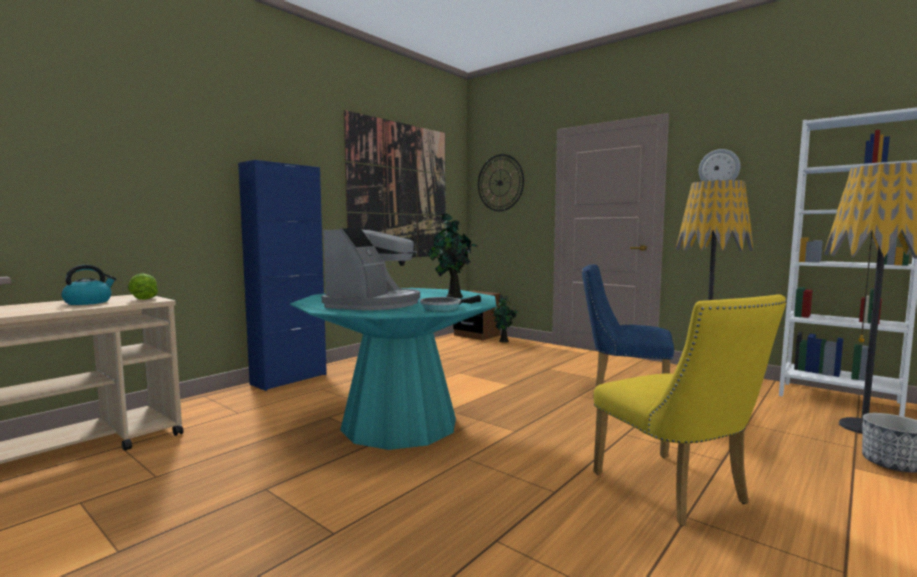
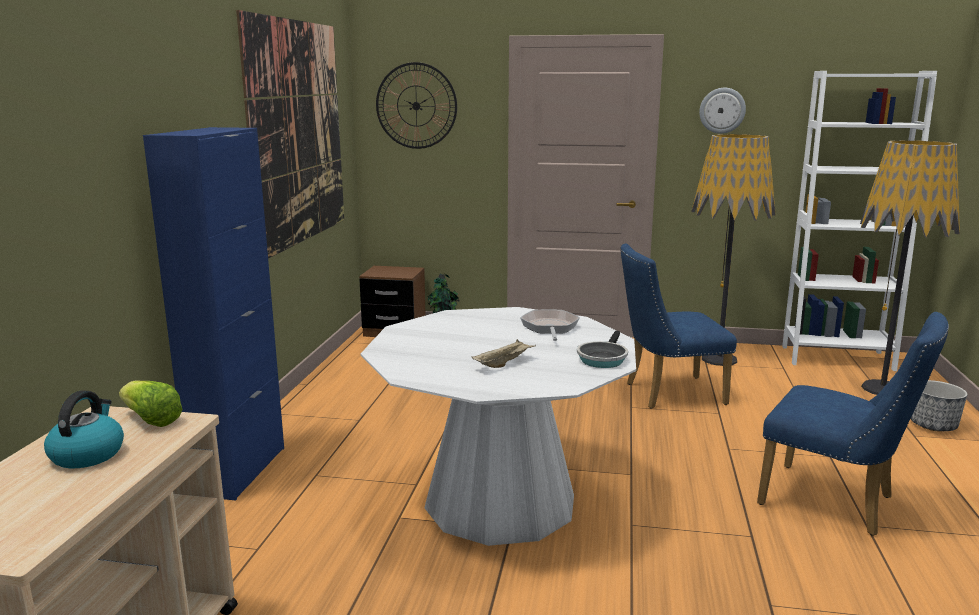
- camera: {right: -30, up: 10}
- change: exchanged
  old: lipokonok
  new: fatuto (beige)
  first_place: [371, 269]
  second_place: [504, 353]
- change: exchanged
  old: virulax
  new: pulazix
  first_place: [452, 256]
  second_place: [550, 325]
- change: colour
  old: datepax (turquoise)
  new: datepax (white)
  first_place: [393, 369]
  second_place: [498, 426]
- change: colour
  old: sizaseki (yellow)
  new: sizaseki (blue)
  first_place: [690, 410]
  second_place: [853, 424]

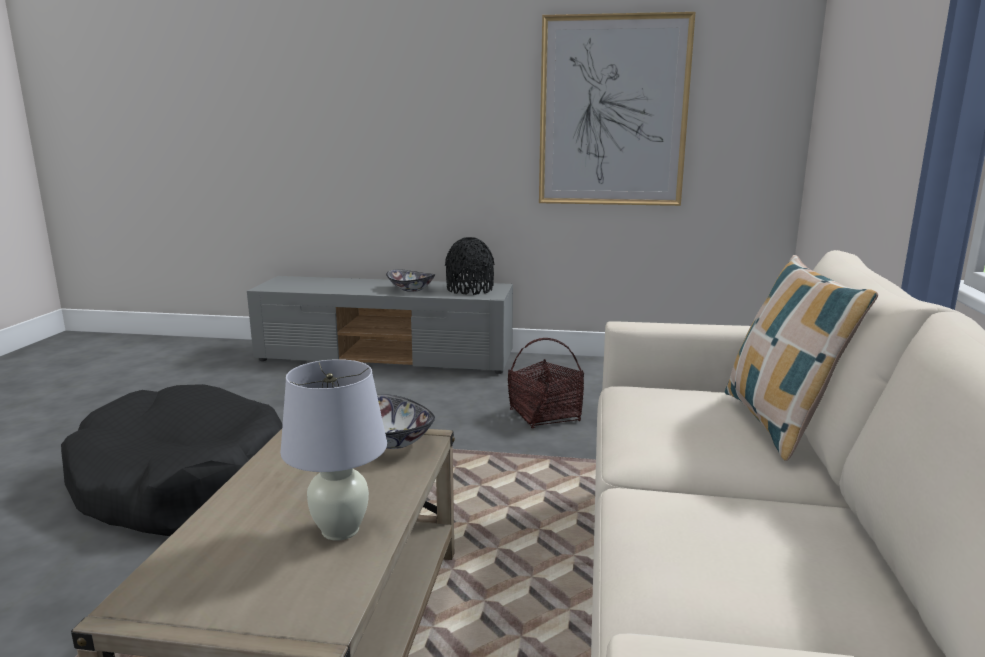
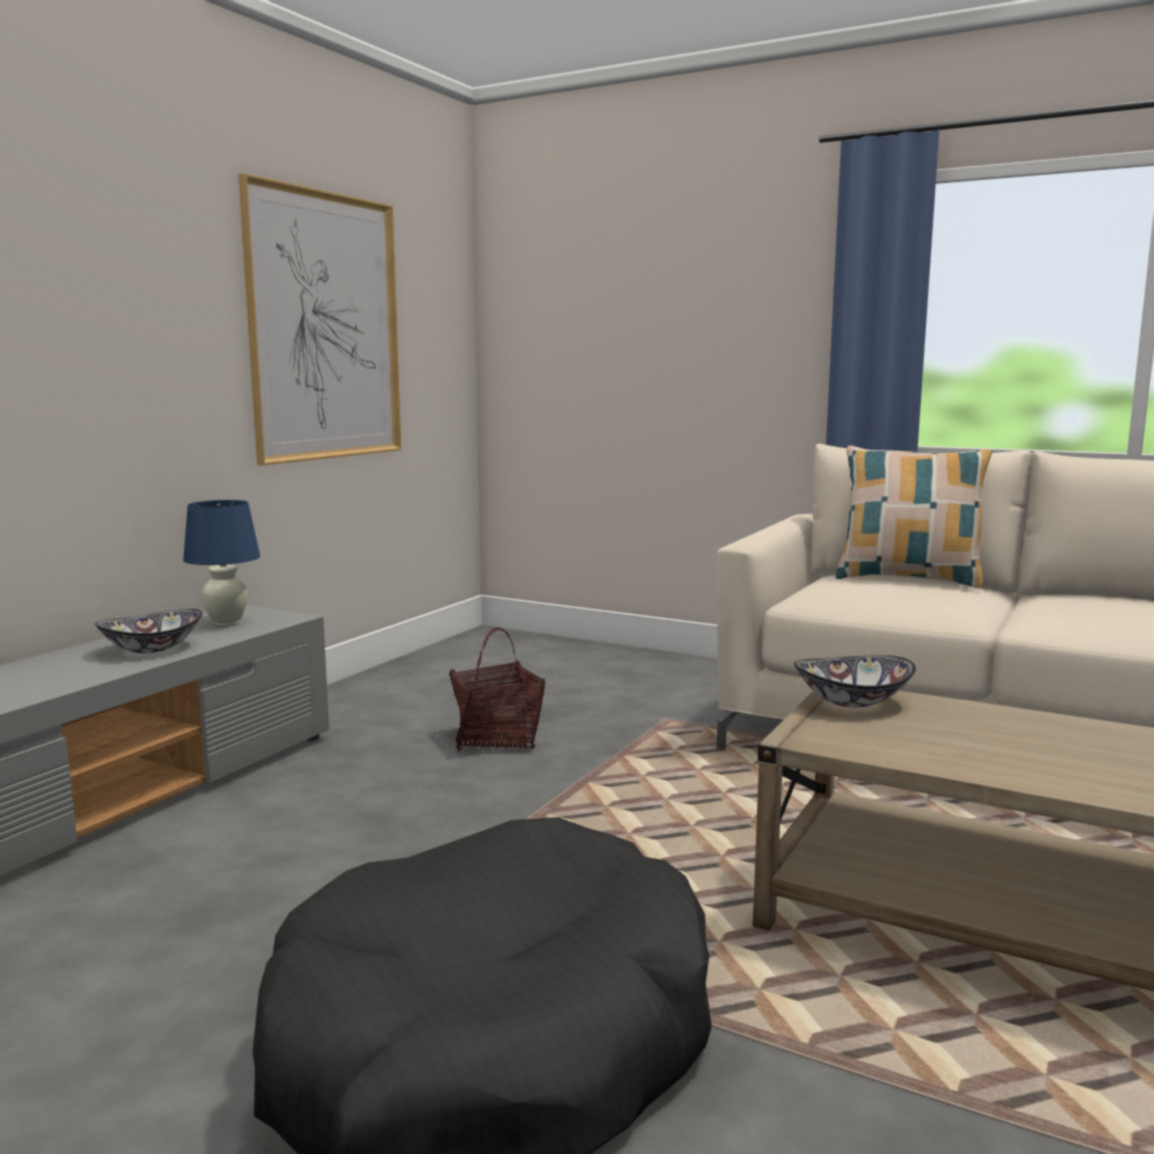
- camera: {right: -70, up: -5}
- change: missing
  old: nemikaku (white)
  first_place: [333, 450]
- change: exchanged
  old: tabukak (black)
  new: nemikaku (blue)
  first_place: [470, 266]
  second_place: [221, 563]

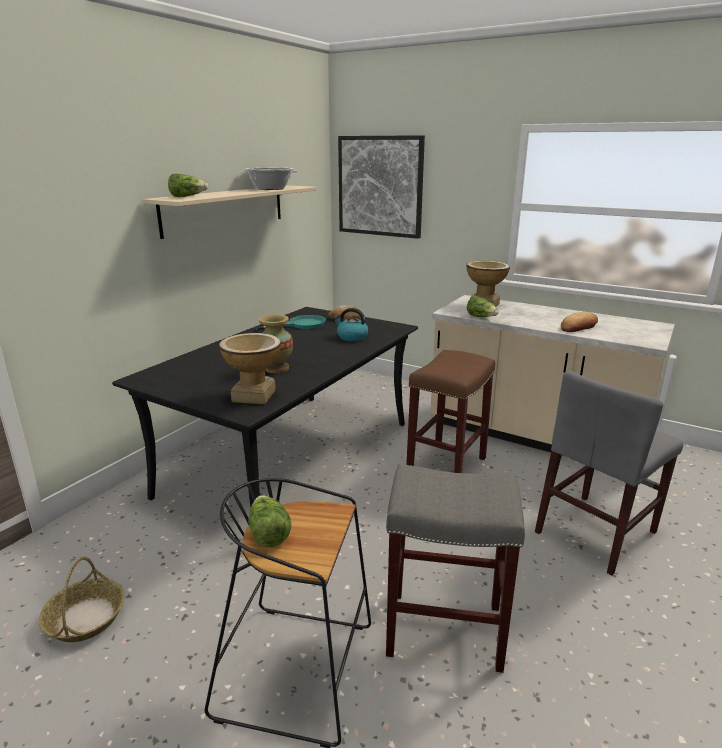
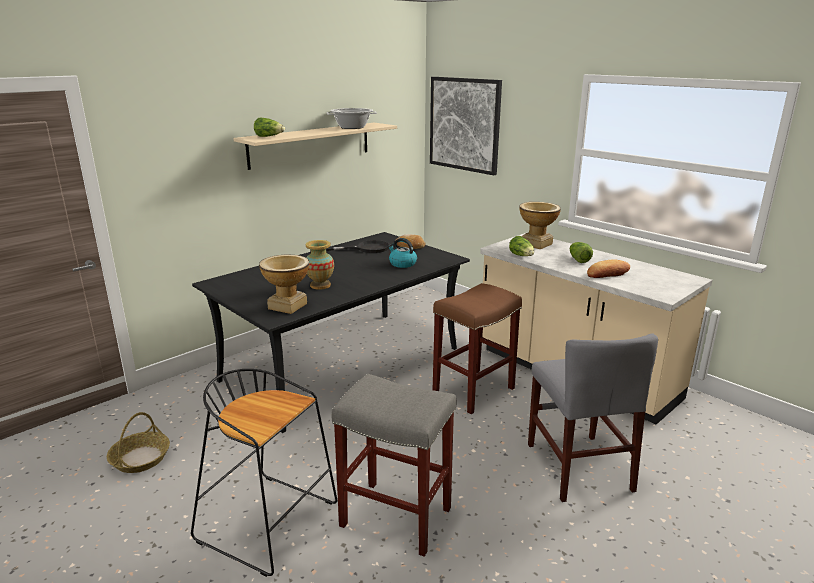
- camera: {right: 15, up: 0}
- change: relocated
  old: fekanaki
  first_place: [269, 521]
  second_place: [581, 252]
- change: colour
  old: pulazix (turquoise)
  new: pulazix (black)
  first_place: [290, 323]
  second_place: [358, 246]
- change: spun
  old: sizaseki (grey)
  first_place: [609, 472]
  second_place: [593, 418]
  degrees: -75

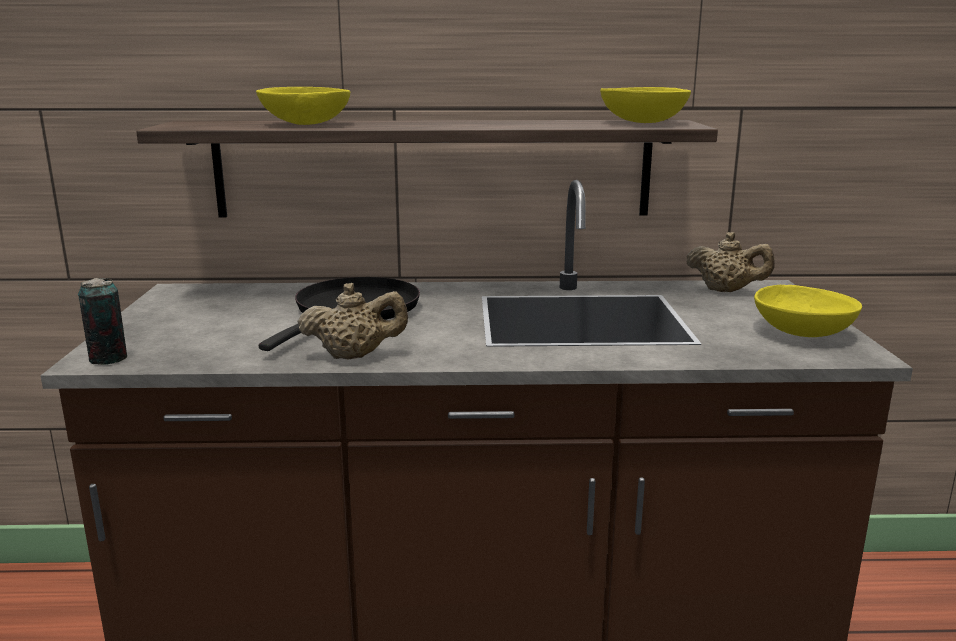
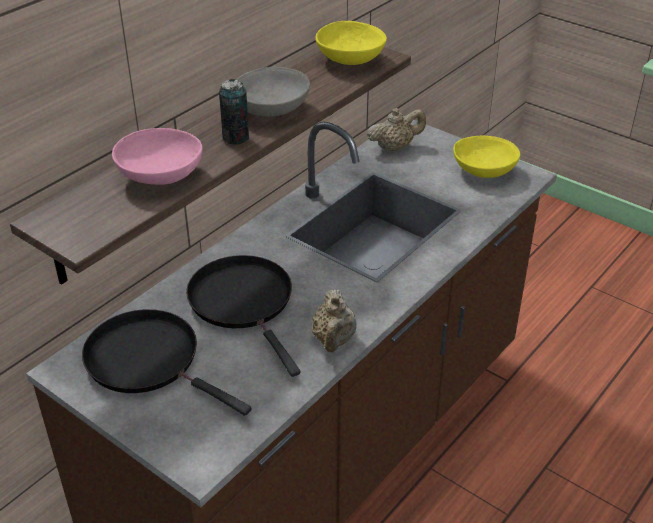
- camera: {right: -50, up: 20}
- change: appeared
  new: pulazix (black)
  second_place: [166, 362]
- change: appeared
  new: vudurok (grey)
  second_place: [273, 92]
- change: relocated
  old: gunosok
  first_place: [102, 321]
  second_place: [234, 112]
- change: colour
  old: vudurok (yellow)
  new: vudurok (pink)
  first_place: [303, 106]
  second_place: [157, 156]
- change: spun
  old: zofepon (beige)
  first_place: [352, 321]
  second_place: [334, 320]
  degrees: 150

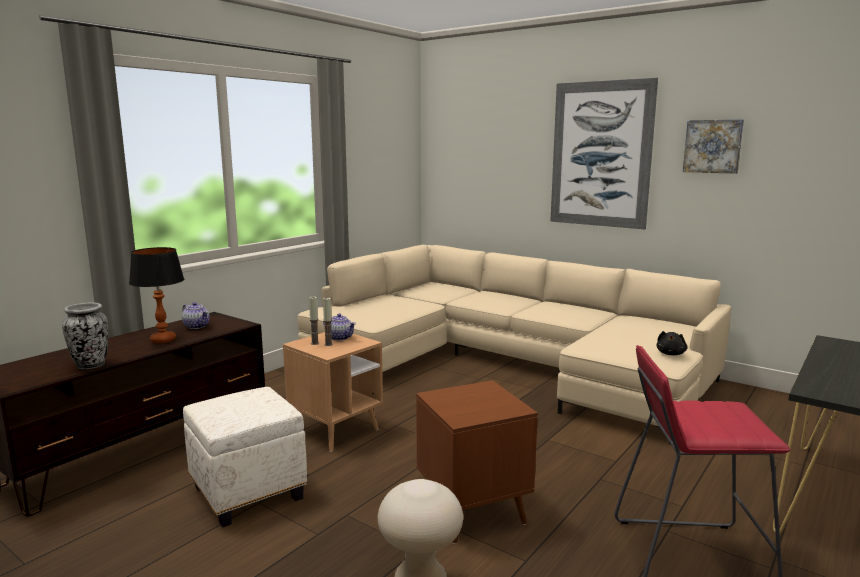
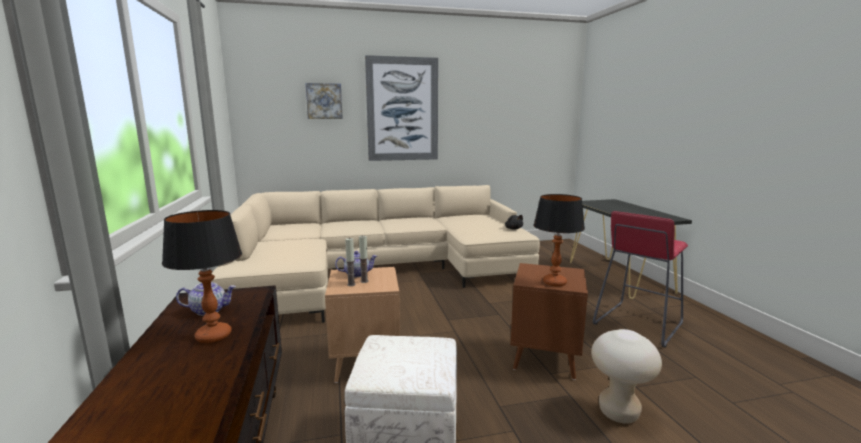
- camera: {right: -50, up: 0}
- change: missing
  old: tabukak
  first_place: [85, 336]
- change: appeared
  new: nemikaku
  second_place: [559, 240]
- change: relocated
  old: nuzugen
  first_place: [713, 146]
  second_place: [324, 101]

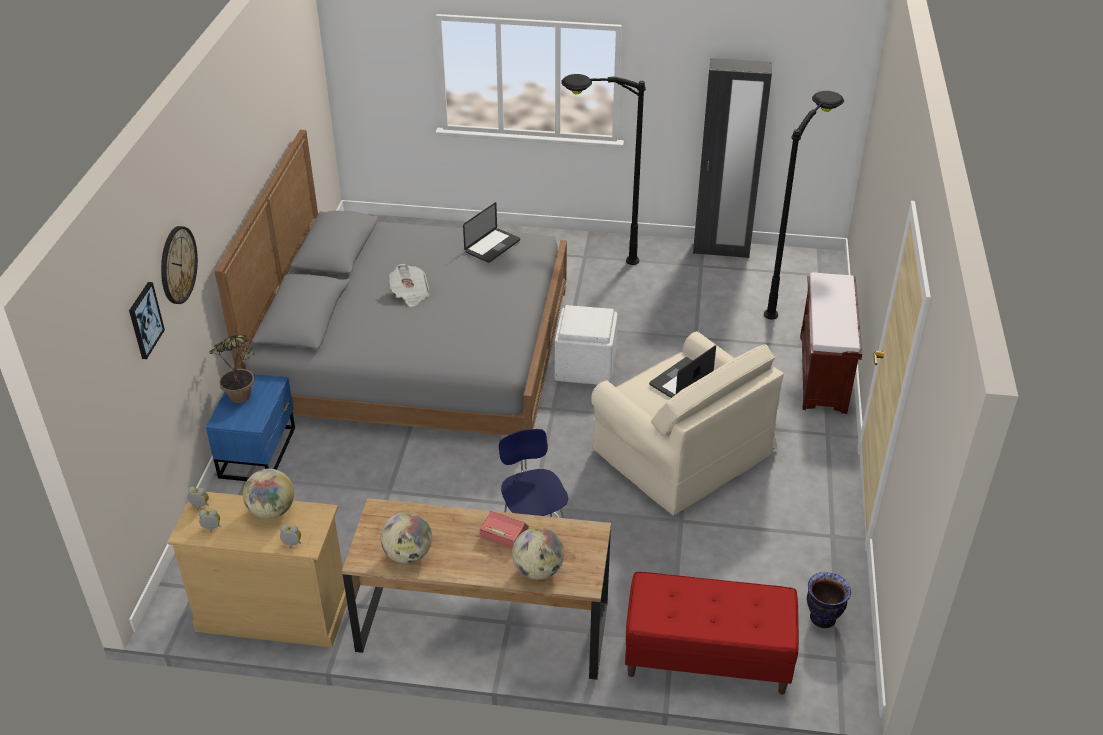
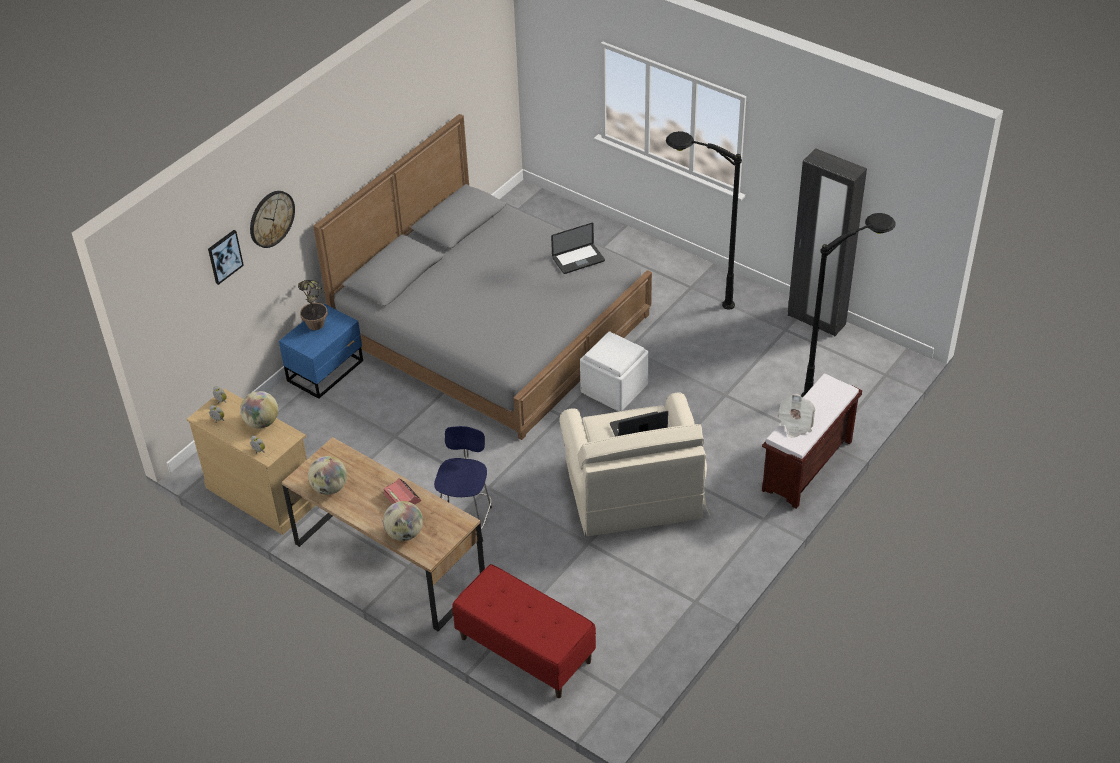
- camera: {right: 30, up: 5}
- change: missing
  old: tabukak
  first_place: [829, 600]
- change: relocated
  old: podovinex
  first_place: [409, 285]
  second_place: [796, 416]

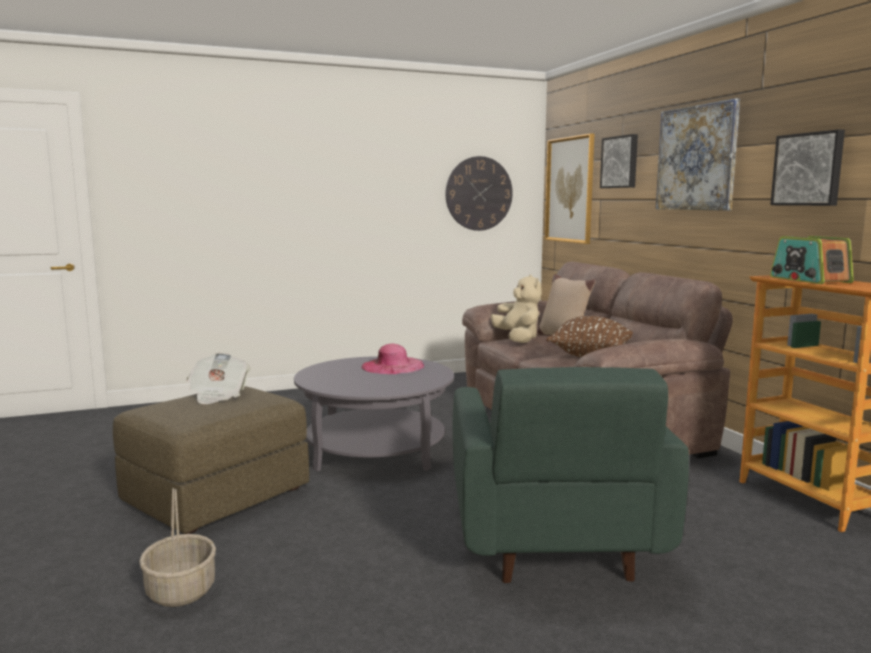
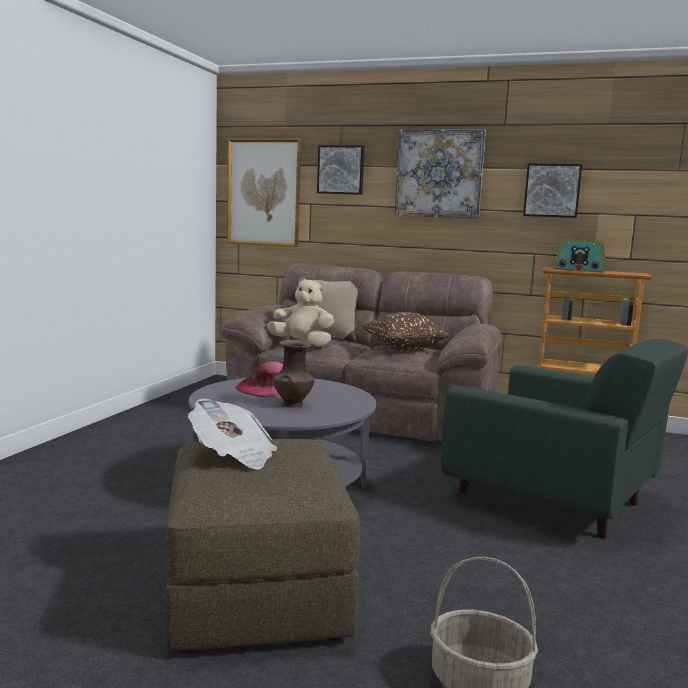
- camera: {right: -50, up: 0}
- change: missing
  old: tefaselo
  first_place: [479, 193]
- change: appeared
  new: tabukak (brown)
  second_place: [293, 374]

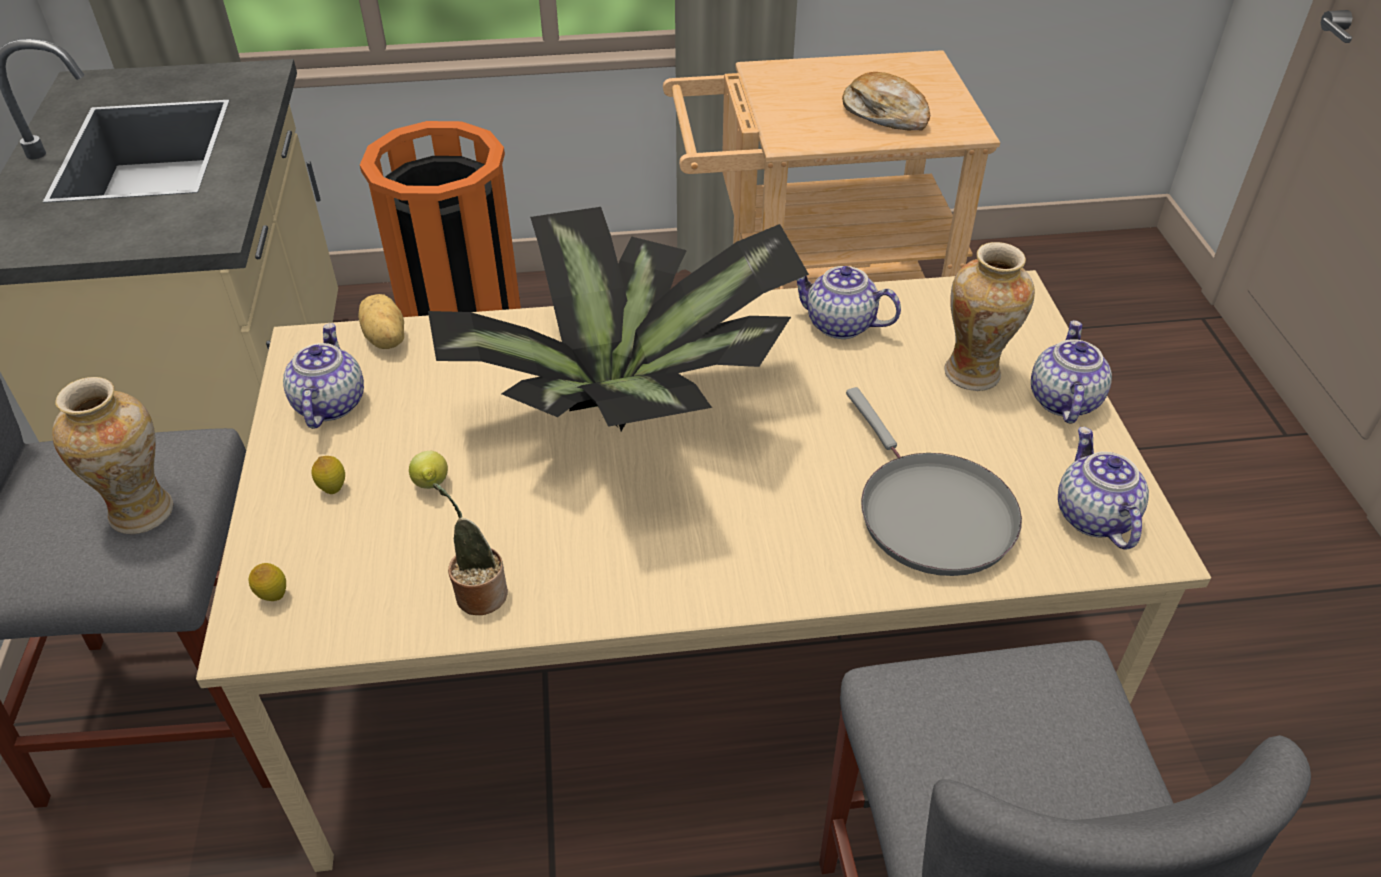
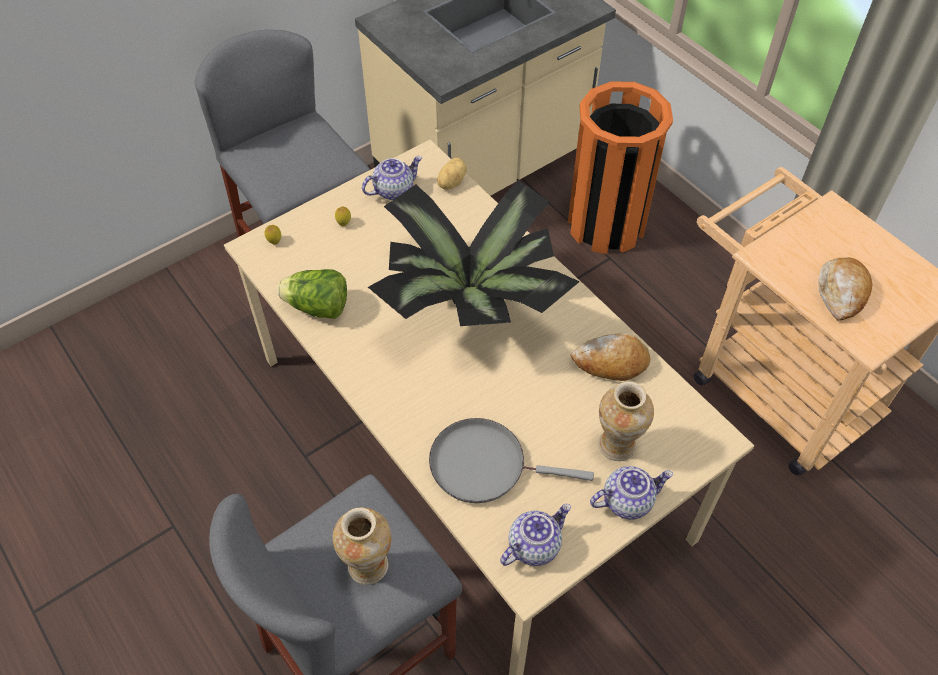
- camera: {right: 60, up: 10}
- change: missing
  old: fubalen
  first_place: [428, 470]
- change: relocated
  old: tabukak
  first_place: [112, 455]
  second_place: [362, 546]
- change: exchanged
  old: virulax
  new: fekanaki
  first_place: [470, 549]
  second_place: [312, 294]
- change: exchanged
  old: zofepon
  new: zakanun
  first_place: [849, 302]
  second_place: [610, 357]
- change: spun
  old: pulazix (grey)
  first_place: [934, 481]
  second_place: [511, 460]
  degrees: 60

